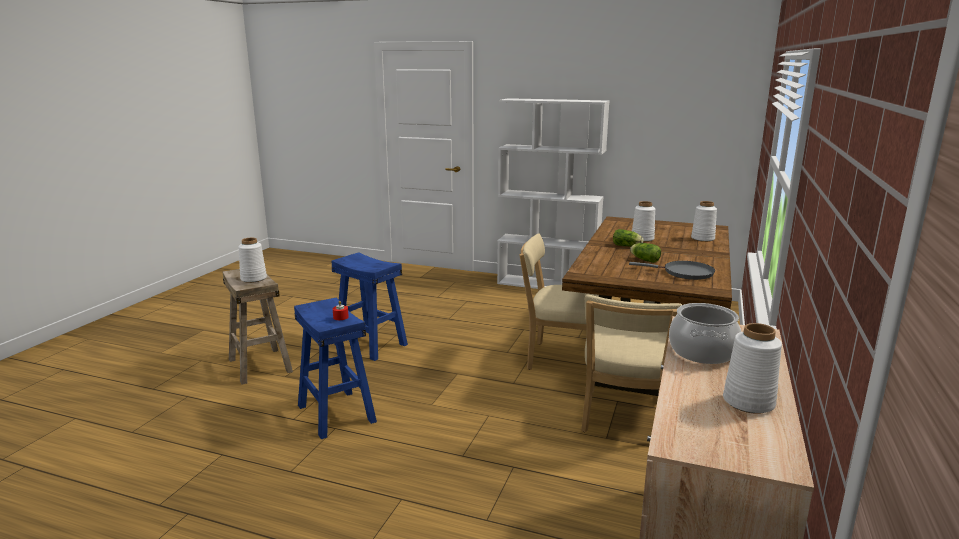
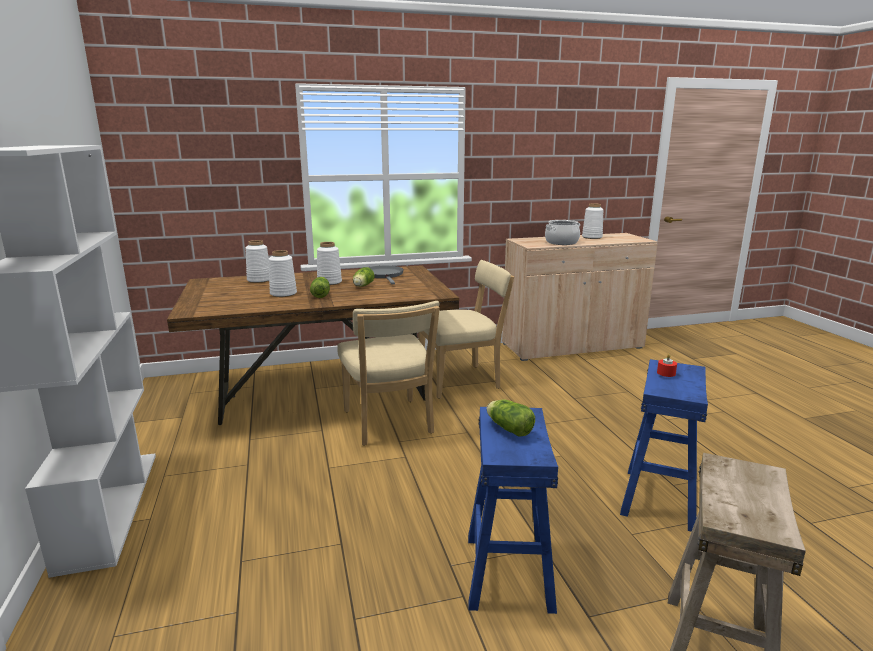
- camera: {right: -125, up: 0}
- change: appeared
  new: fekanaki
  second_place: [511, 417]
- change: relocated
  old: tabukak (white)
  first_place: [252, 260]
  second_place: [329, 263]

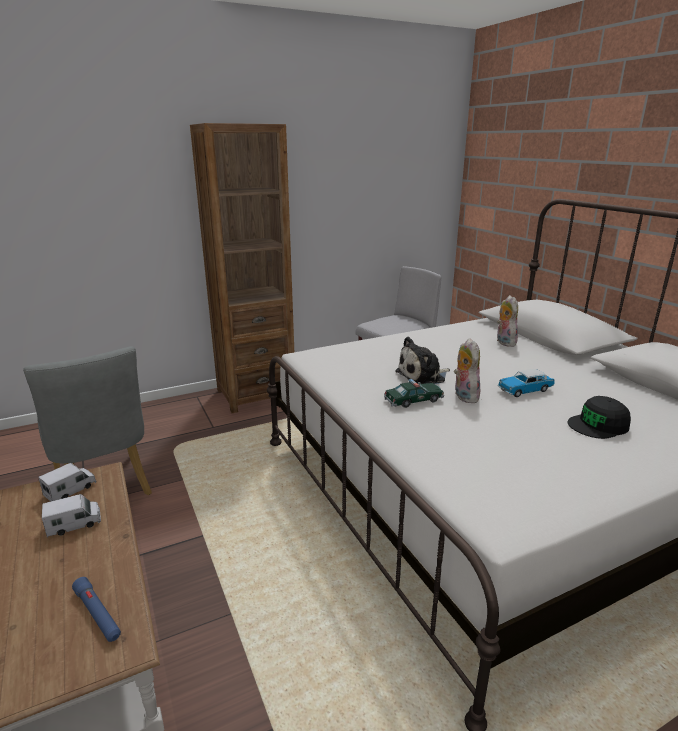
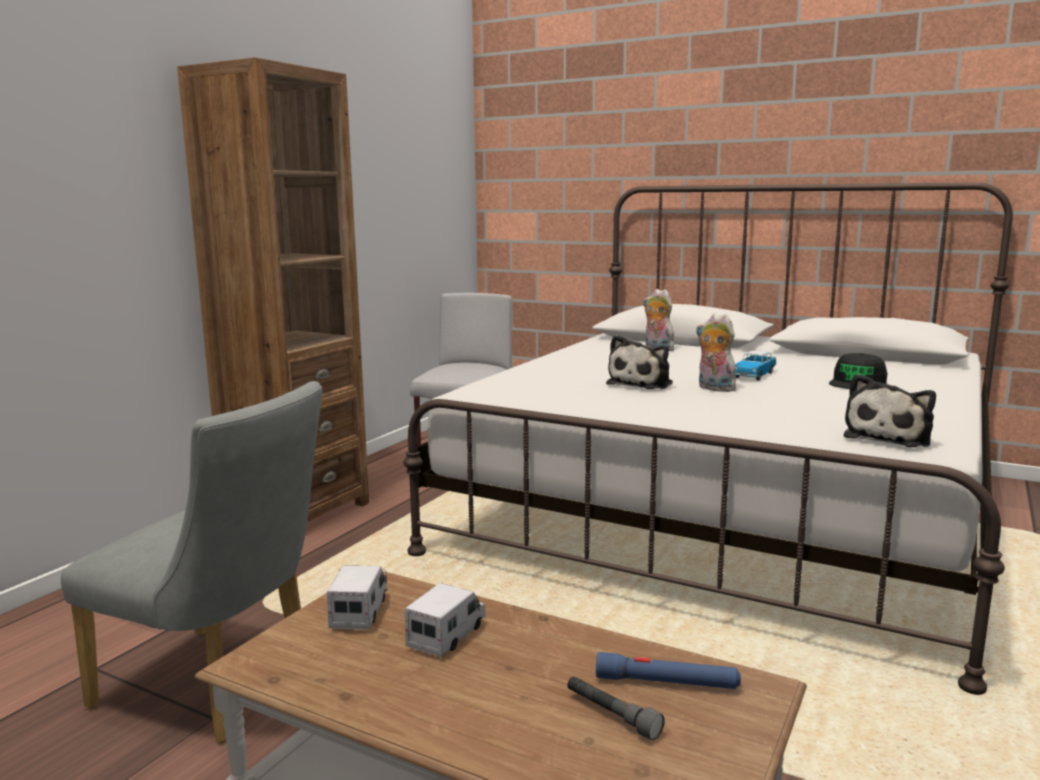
- camera: {right: -35, up: -10}
- change: missing
  old: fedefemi
  first_place: [414, 393]
- change: appeared
  new: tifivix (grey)
  second_place: [616, 708]
- change: appeared
  new: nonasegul
  second_place: [890, 410]

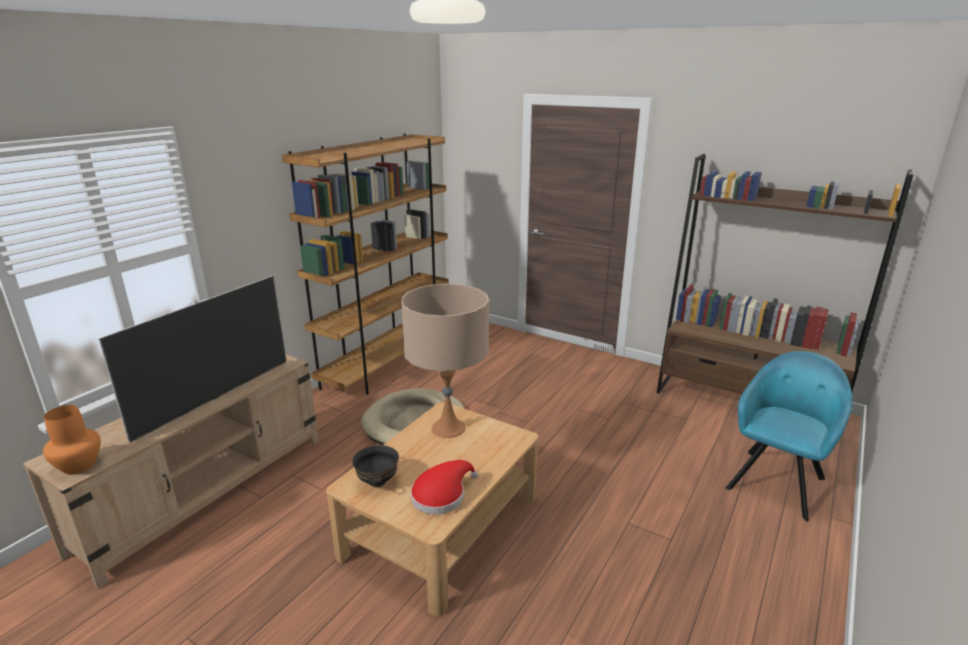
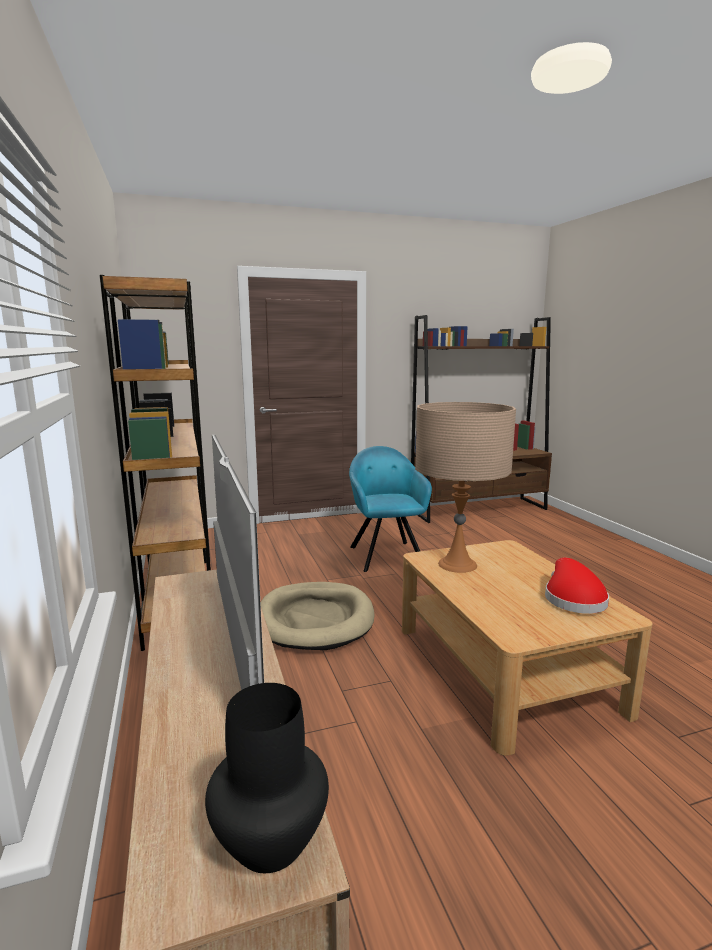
- camera: {right: -50, up: -10}
- change: missing
  old: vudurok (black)
  first_place: [375, 466]
- change: relocated
  old: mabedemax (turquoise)
  first_place: [789, 436]
  second_place: [390, 509]
- change: colour
  old: tabukak (orange)
  new: tabukak (black)
  first_place: [72, 440]
  second_place: [267, 778]

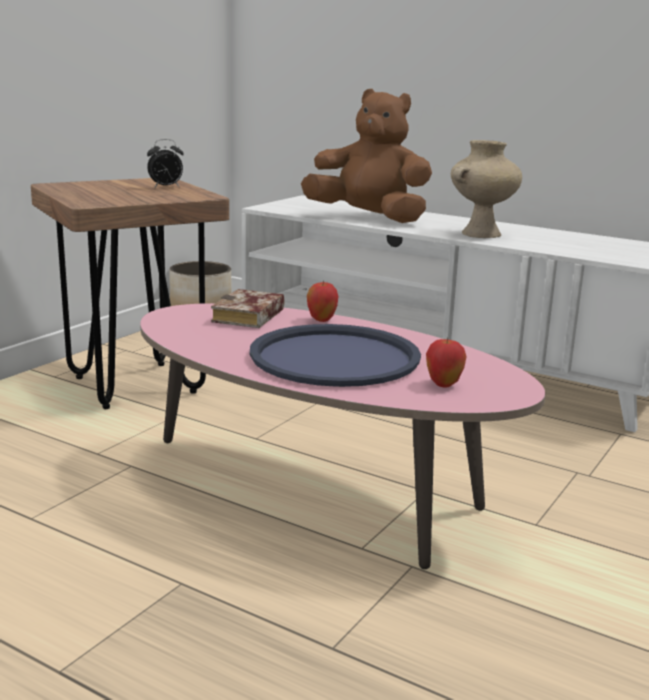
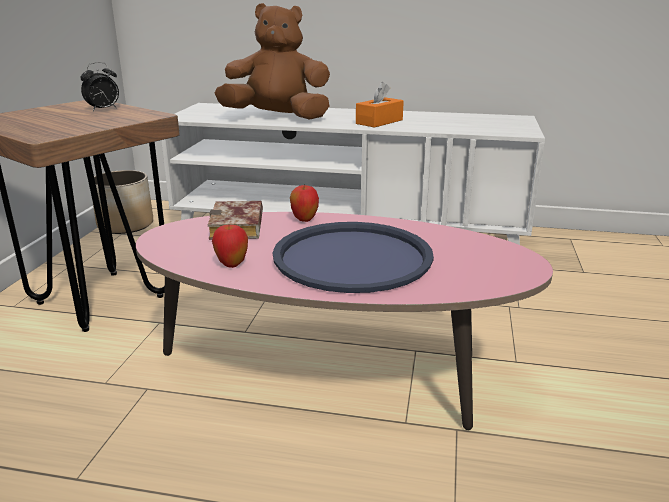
- camera: {right: -20, up: 5}
- change: relocated
  old: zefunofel
  first_place: [446, 363]
  second_place: [230, 246]
- change: exchanged
  old: tabukak (beige)
  new: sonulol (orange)
  first_place: [486, 189]
  second_place: [380, 105]

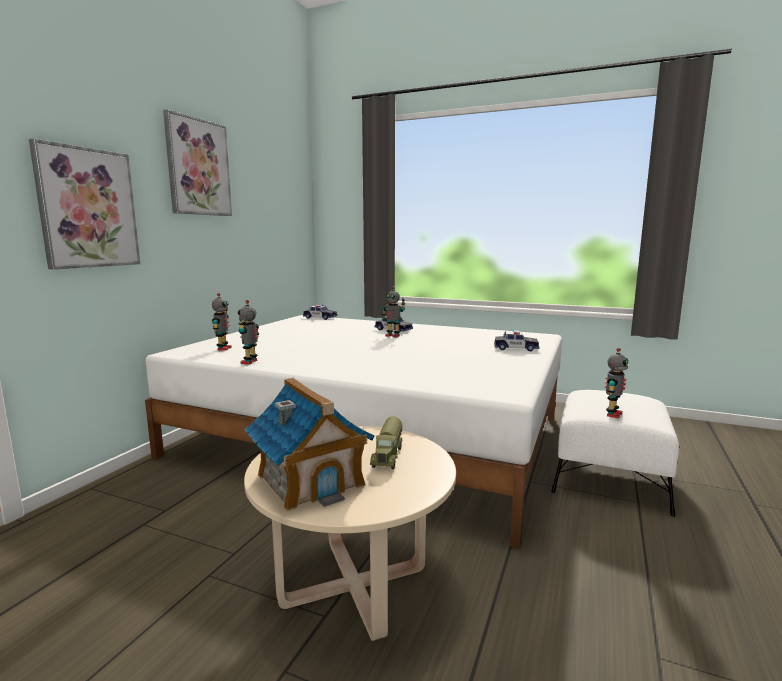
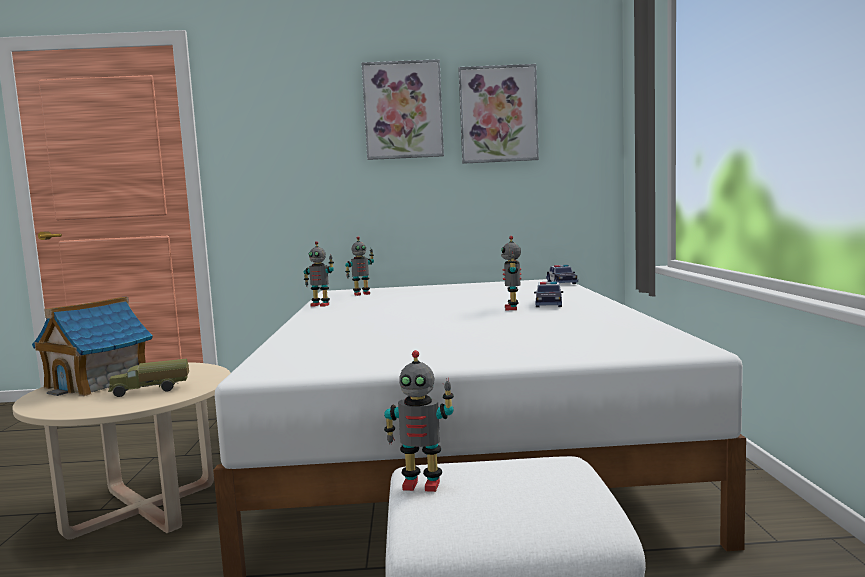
- camera: {right: 65, up: -5}
- change: missing
  old: fedefemi
  first_place: [516, 340]
- change: relocated
  old: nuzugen
  first_place: [84, 204]
  second_place: [498, 114]
- change: spun
  old: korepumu
  first_place: [248, 332]
  second_place: [319, 273]
  degrees: -150

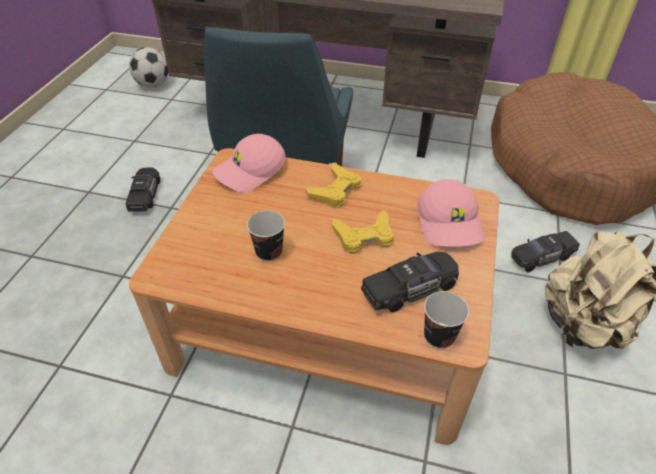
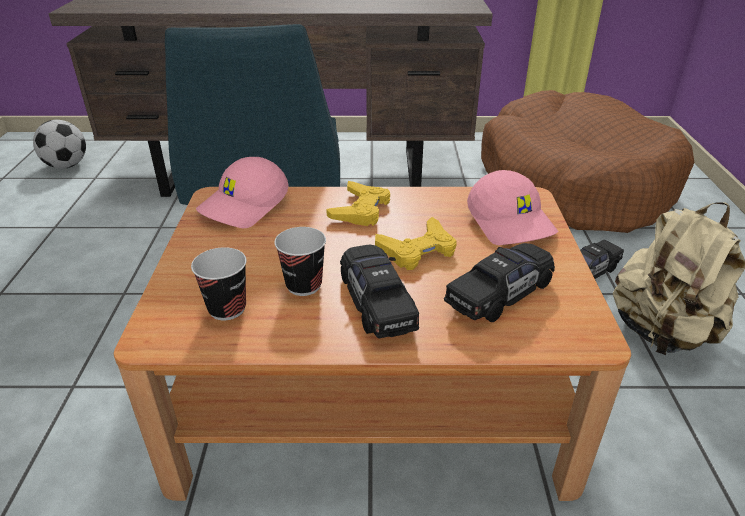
- camera: {right: -15, up: -10}
- change: relocated
  old: fedefemi (black)
  first_place: [142, 190]
  second_place: [379, 291]
- change: relocated
  old: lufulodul
  first_place: [446, 320]
  second_place: [218, 283]

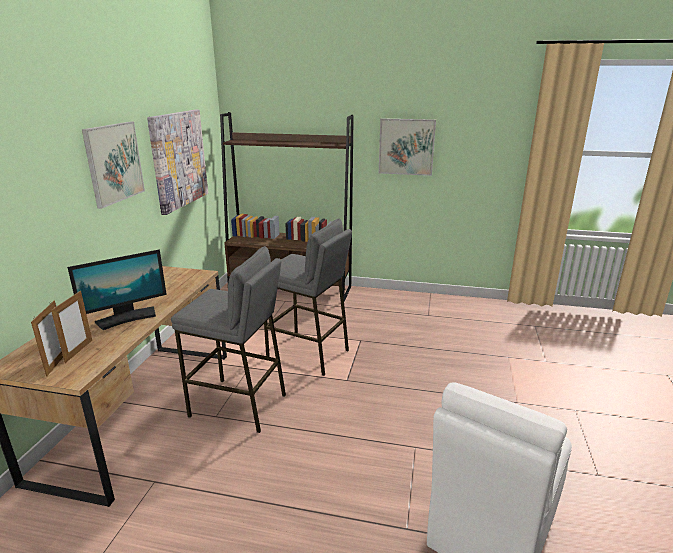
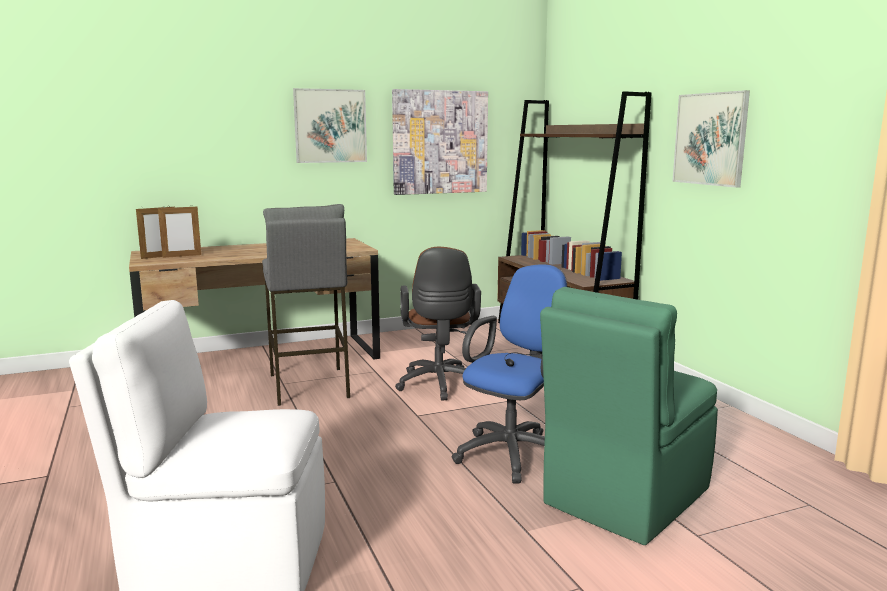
- camera: {right: 55, up: -10}
- change: missing
  old: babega
  first_place: [117, 289]
- change: appeared
  new: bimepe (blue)
  second_place: [509, 373]
- change: appeared
  new: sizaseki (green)
  second_place: [629, 416]
- change: exchanged
  old: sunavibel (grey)
  new: bimepe (brown)
  first_place: [308, 297]
  second_place: [438, 323]

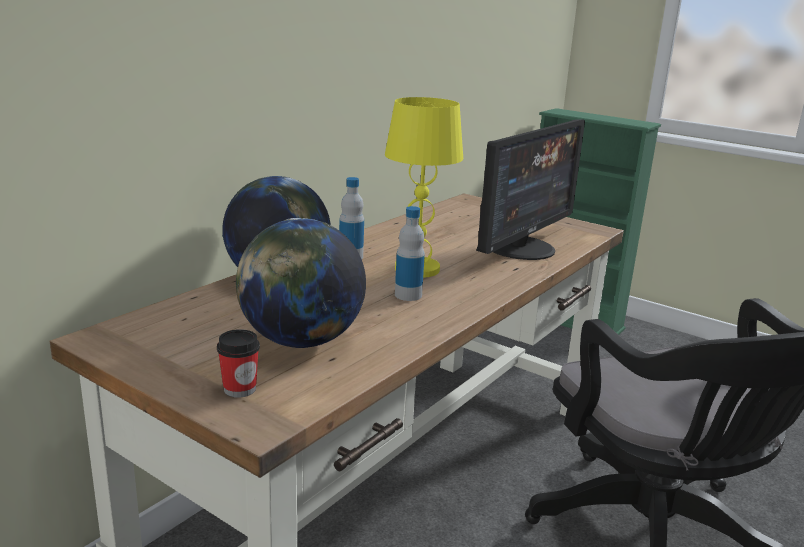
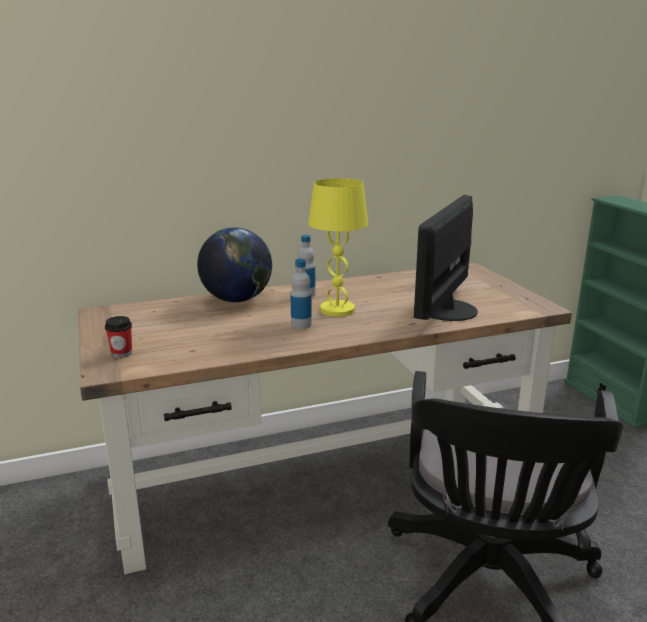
- camera: {right: 35, up: 0}
- change: missing
  old: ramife
  first_place: [301, 283]
- change: spun
  old: babega
  first_place: [530, 189]
  second_place: [446, 258]
  degrees: 135

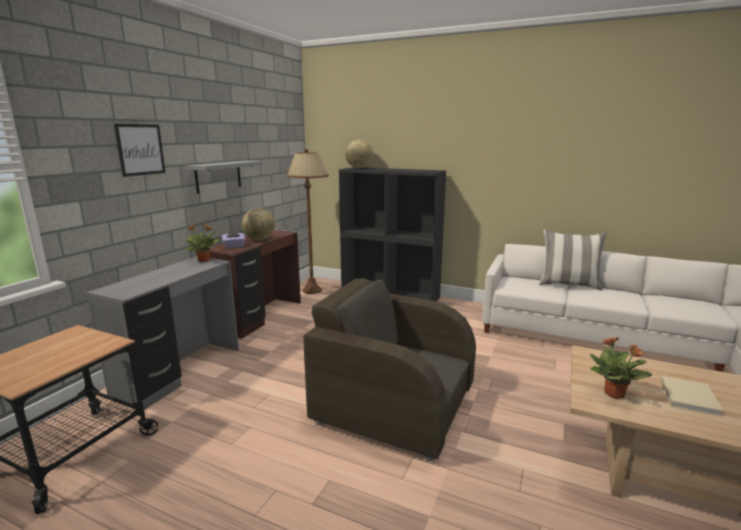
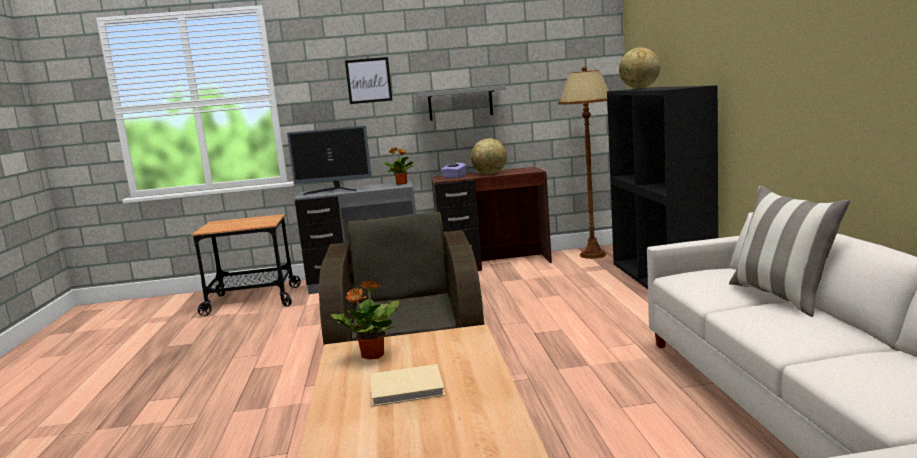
- camera: {right: 60, up: -5}
- change: appeared
  new: babega
  second_place: [329, 160]

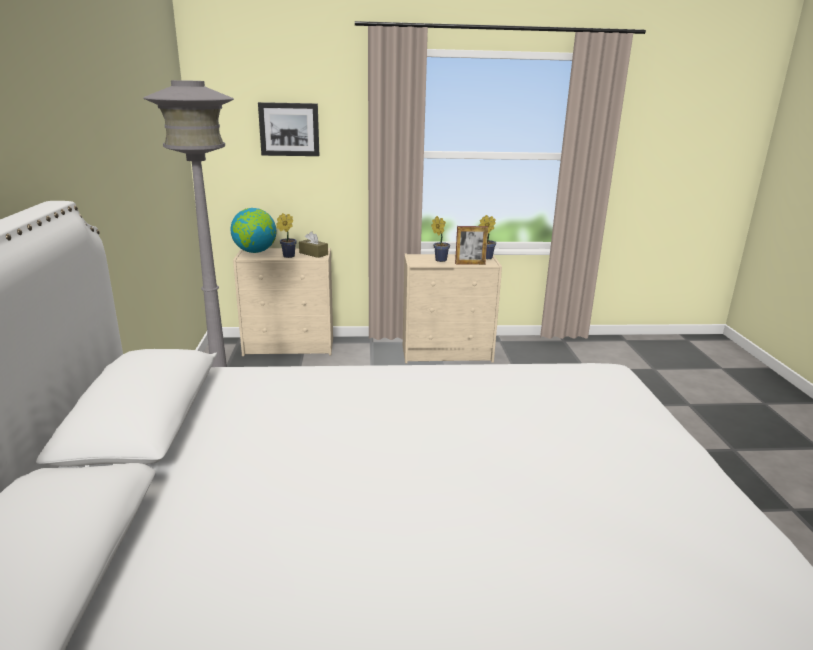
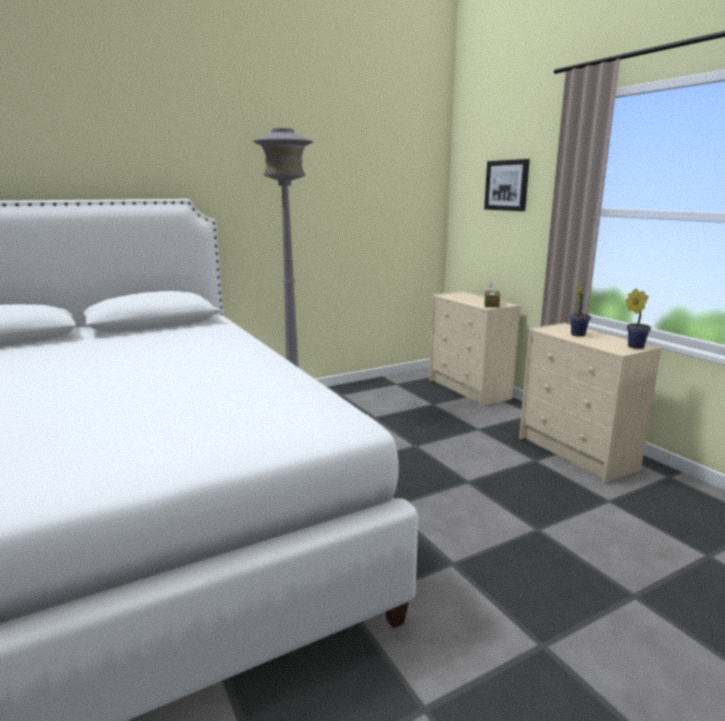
- camera: {right: 65, up: -5}
- change: missing
  old: ramife
  first_place: [253, 230]
- change: missing
  old: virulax
  first_place: [286, 235]
- change: missing
  old: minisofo
  first_place: [471, 245]

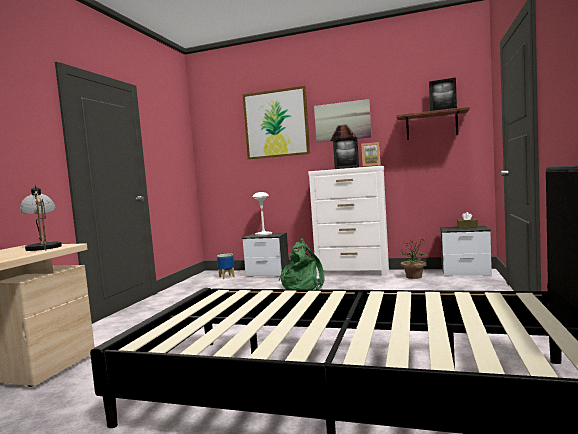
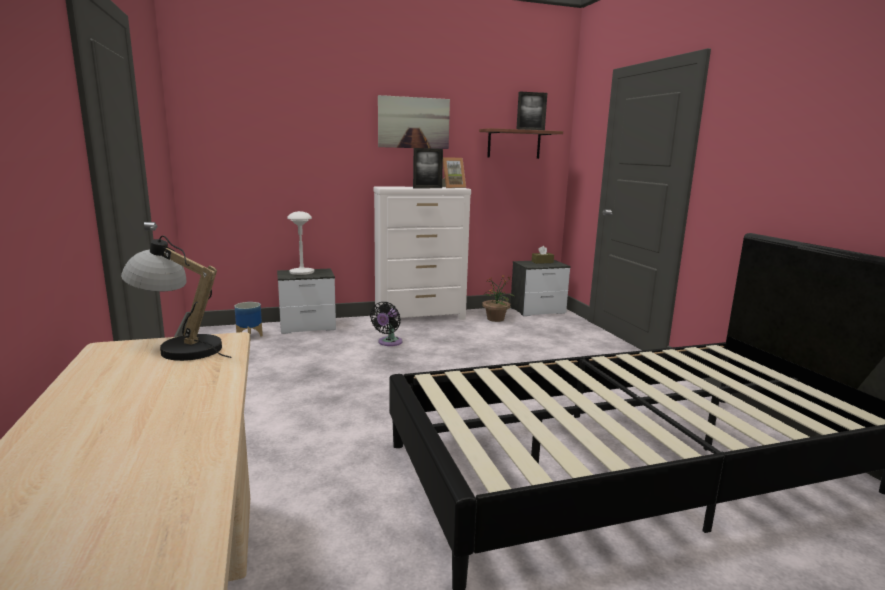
- camera: {right: -35, up: 10}
- change: missing
  old: nuzugen
  first_place: [276, 122]
- change: exchanged
  old: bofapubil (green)
  new: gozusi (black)
  first_place: [301, 263]
  second_place: [386, 324]

